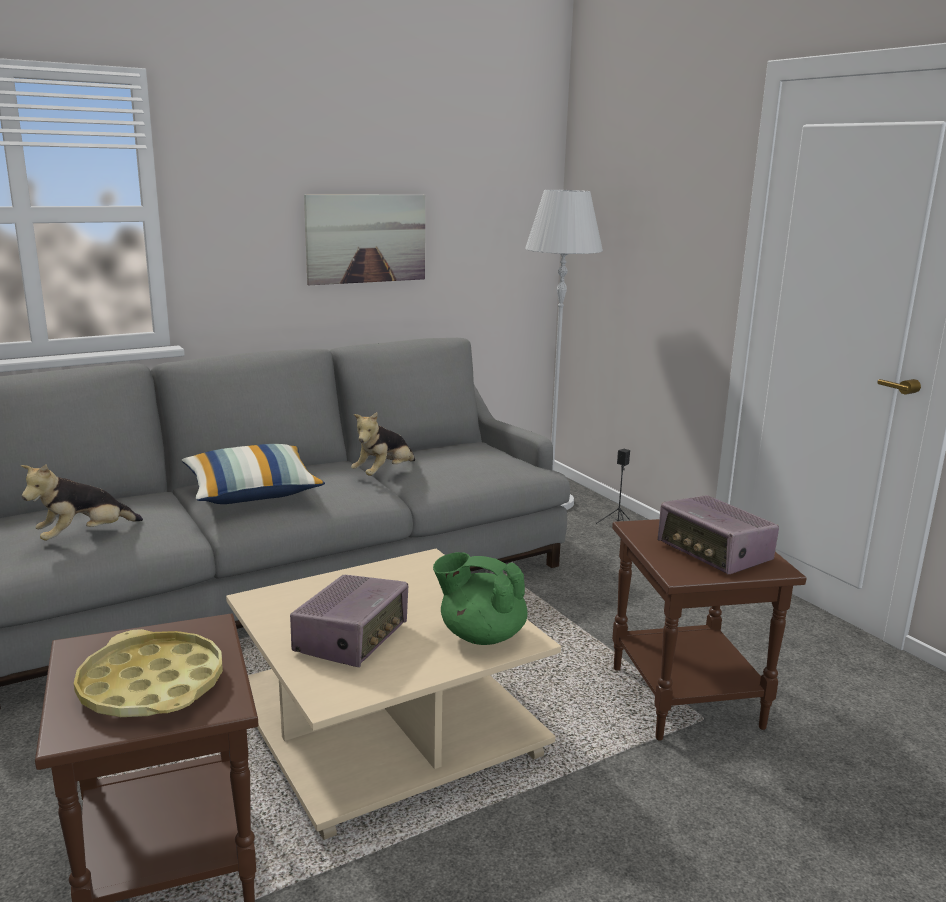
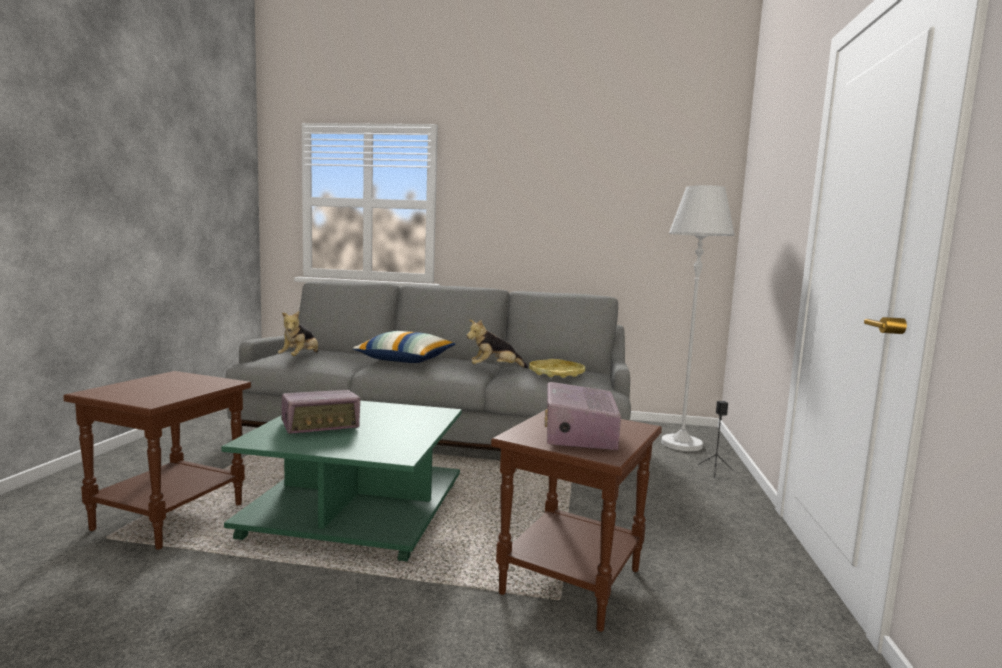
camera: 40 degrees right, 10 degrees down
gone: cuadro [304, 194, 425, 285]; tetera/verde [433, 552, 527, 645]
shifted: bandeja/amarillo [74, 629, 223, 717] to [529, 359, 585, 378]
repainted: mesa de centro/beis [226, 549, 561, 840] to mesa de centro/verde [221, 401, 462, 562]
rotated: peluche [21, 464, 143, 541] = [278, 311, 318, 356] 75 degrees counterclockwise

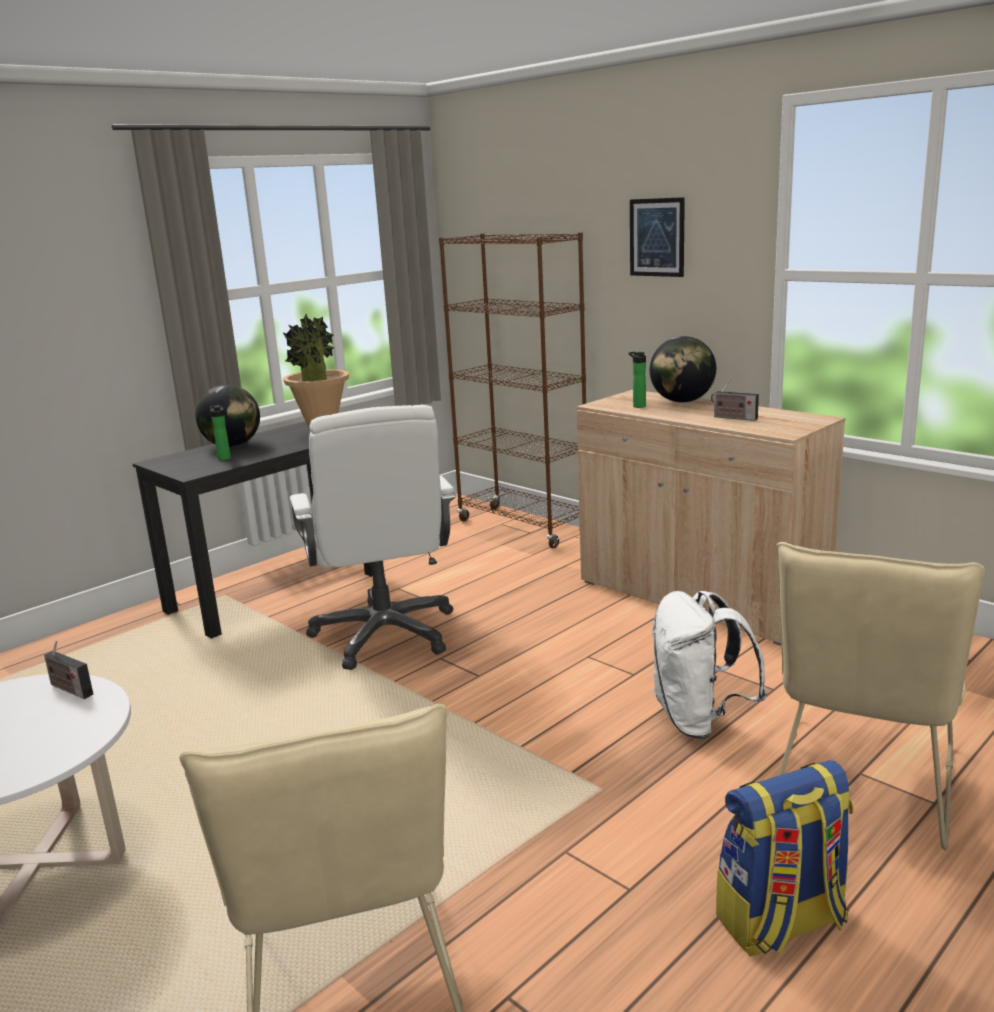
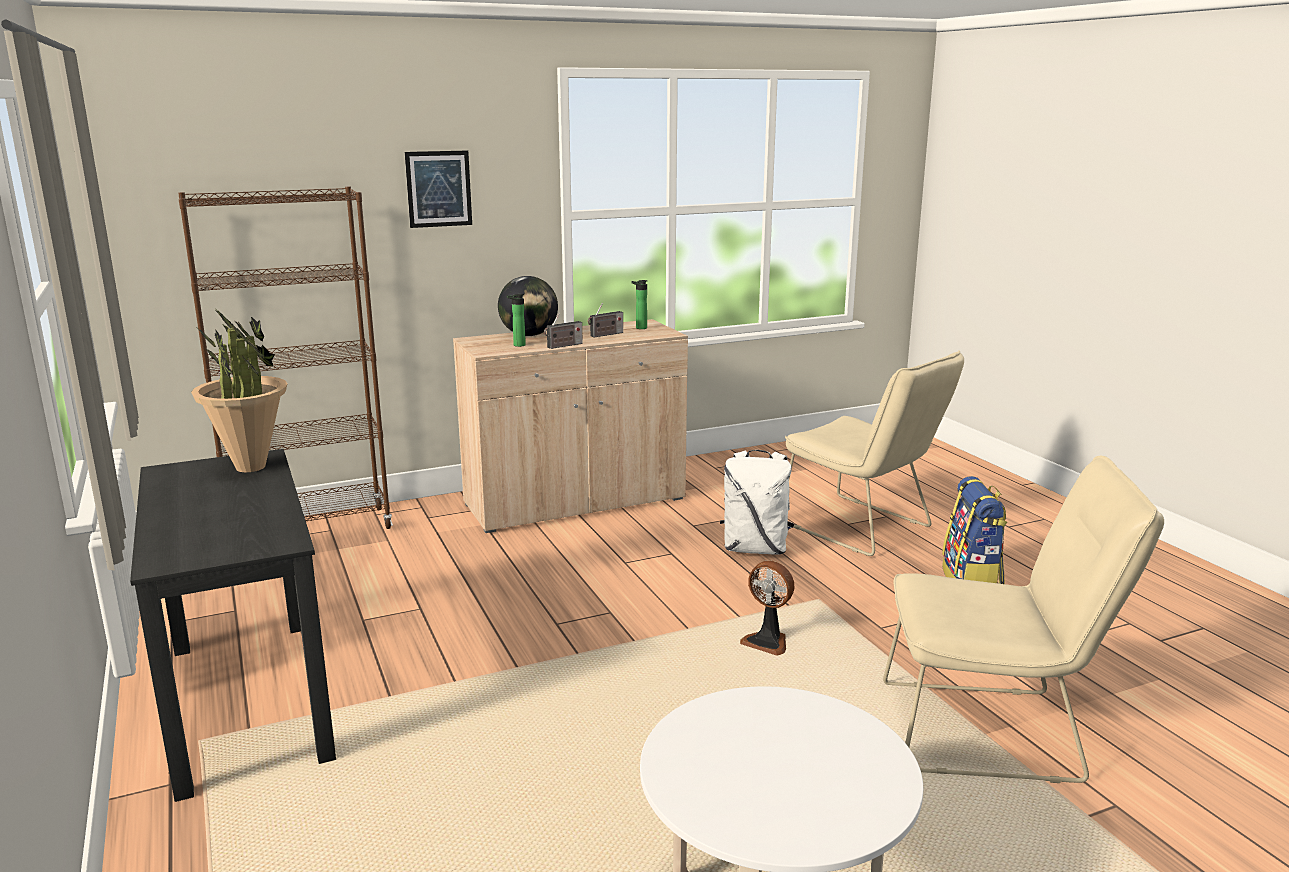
camera: 70 degrees left, 0 degrees up
gone: globo terráqueo [195, 385, 260, 447]; silla de oficina/blanco [290, 405, 456, 670]
new: ventilador [740, 561, 795, 656]
shifted: radio [44, 640, 93, 699] to [544, 313, 583, 349]; botella [210, 405, 231, 460] to [631, 280, 647, 329]

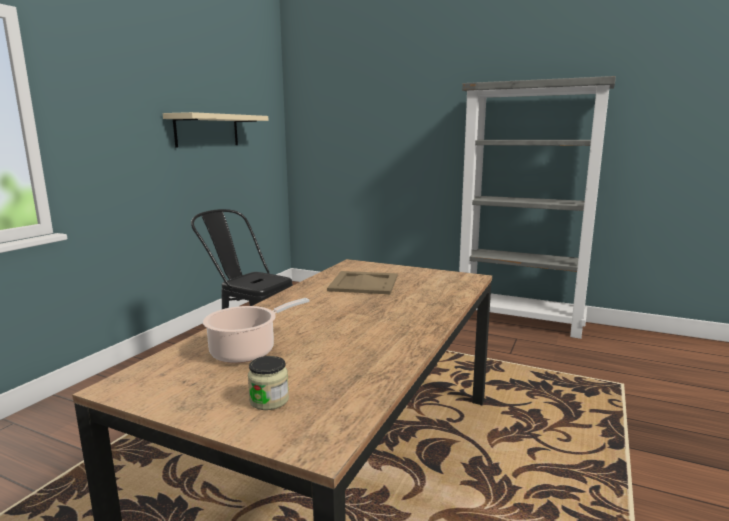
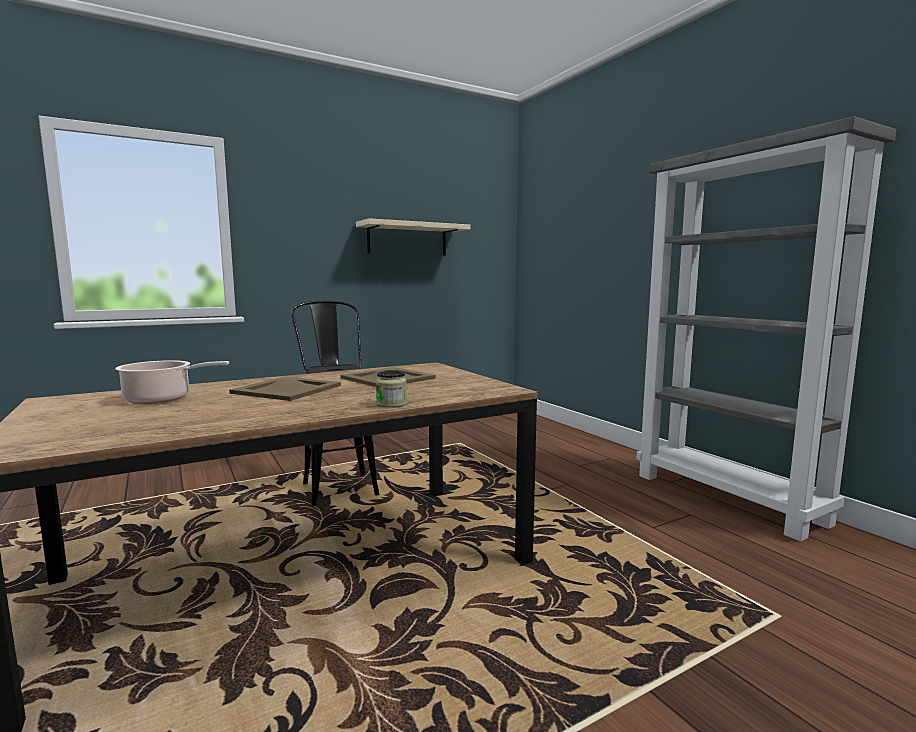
camera: 35 degrees right, 5 degrees down
new: bandeja/beis [229, 377, 341, 401]
shifted: tarro [248, 356, 289, 410] to [376, 370, 407, 408]

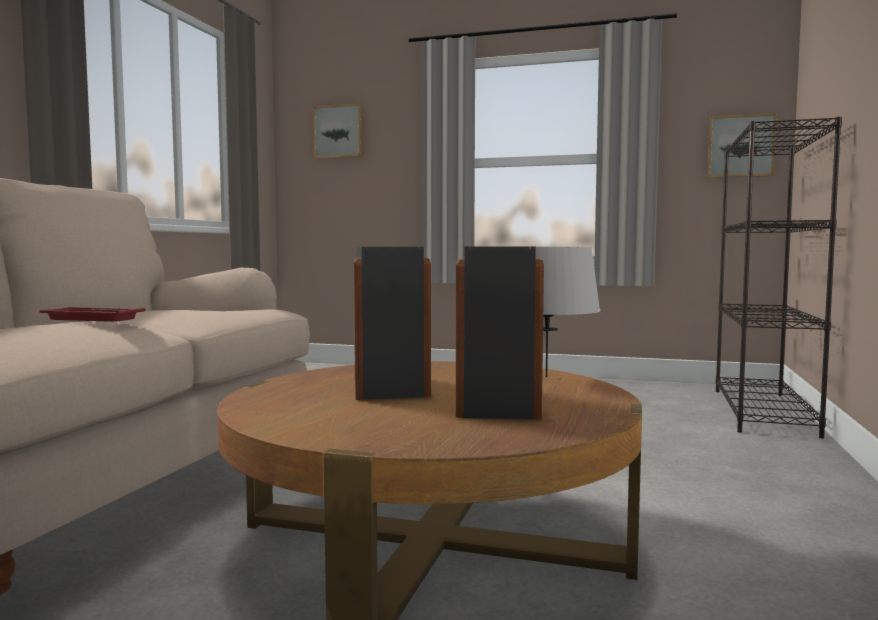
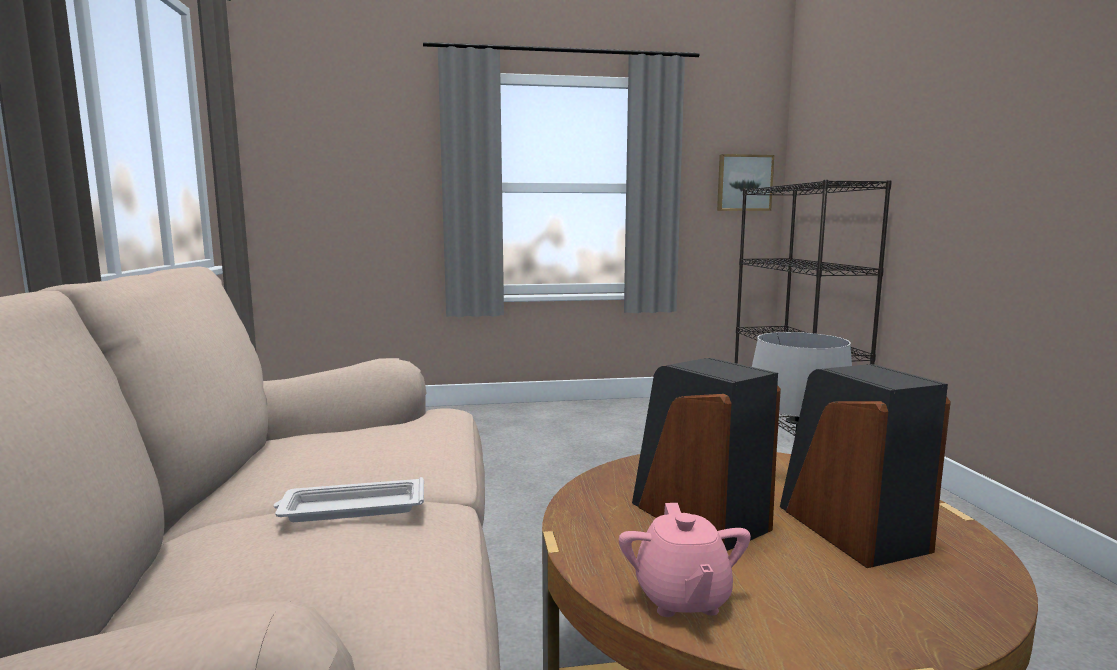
camera: 25 degrees left, 5 degrees up
gone: cuadro [313, 103, 363, 159]
new: tetera/rosa [619, 503, 751, 617]
repainted: bandeja/rojo [39, 307, 145, 322] to bandeja/blanco [273, 477, 424, 522]

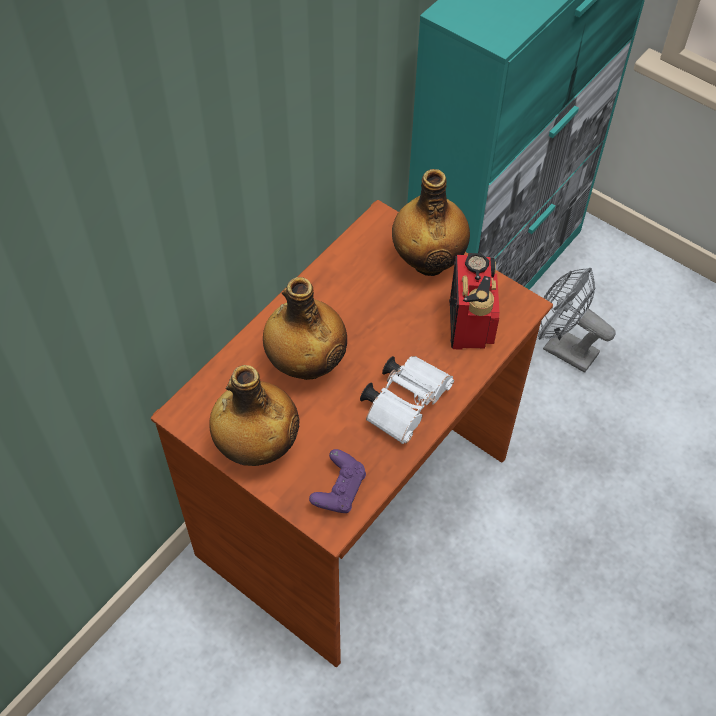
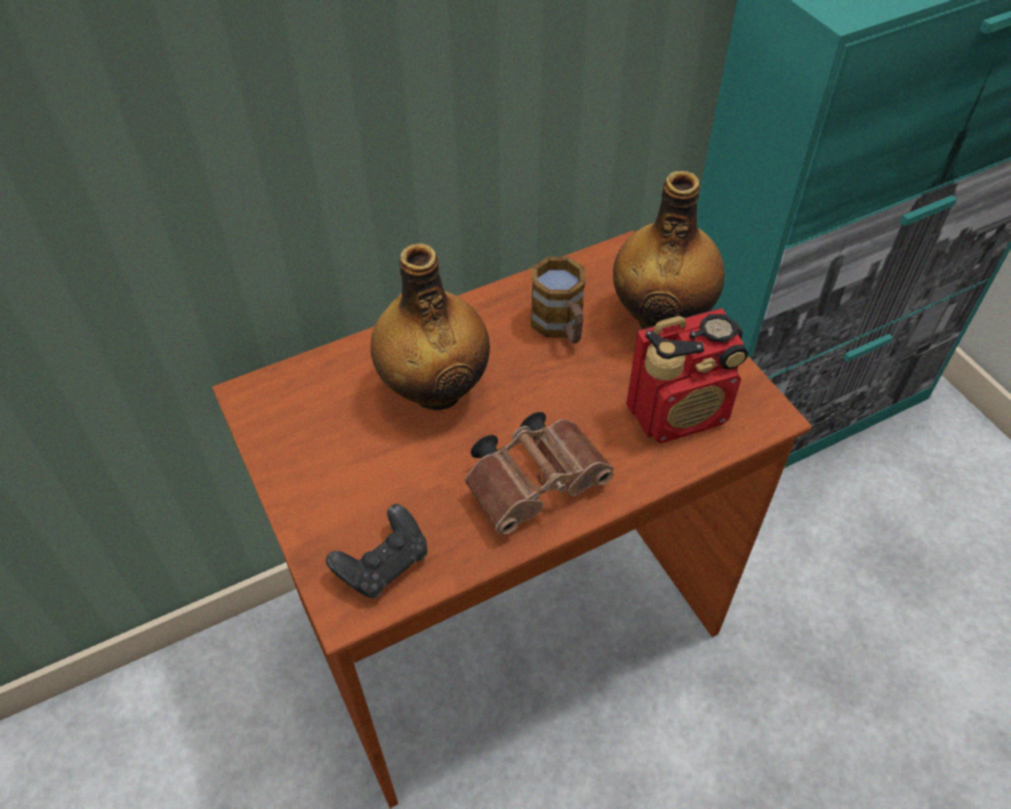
camera: 25 degrees right, 5 degrees down
gone: botella [209, 365, 300, 466]; ventilador/gris [538, 268, 615, 373]
new: taza grande [531, 257, 585, 344]
repainted: mando de consola/morado [309, 449, 366, 513] to mando de consola/negro [326, 504, 428, 598]; prismáticos/blanco [360, 356, 454, 444] to prismáticos/marrón [465, 412, 614, 535]
rotated: radio [449, 253, 500, 349] = [626, 308, 748, 444] 45 degrees clockwise

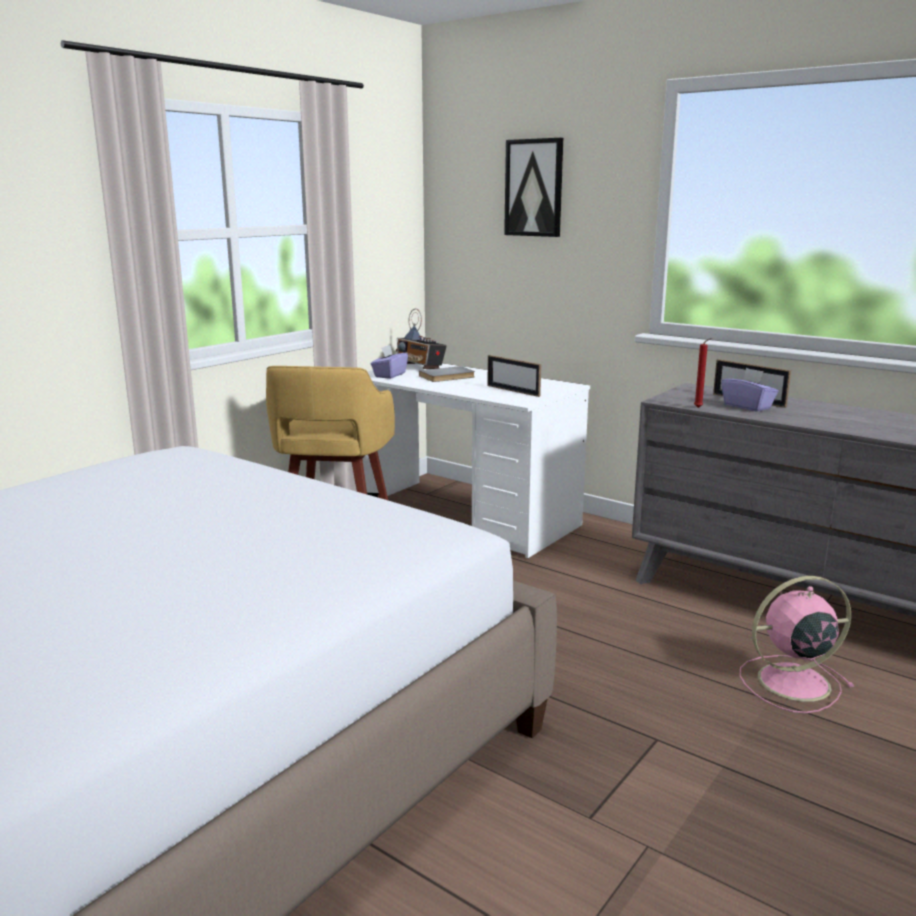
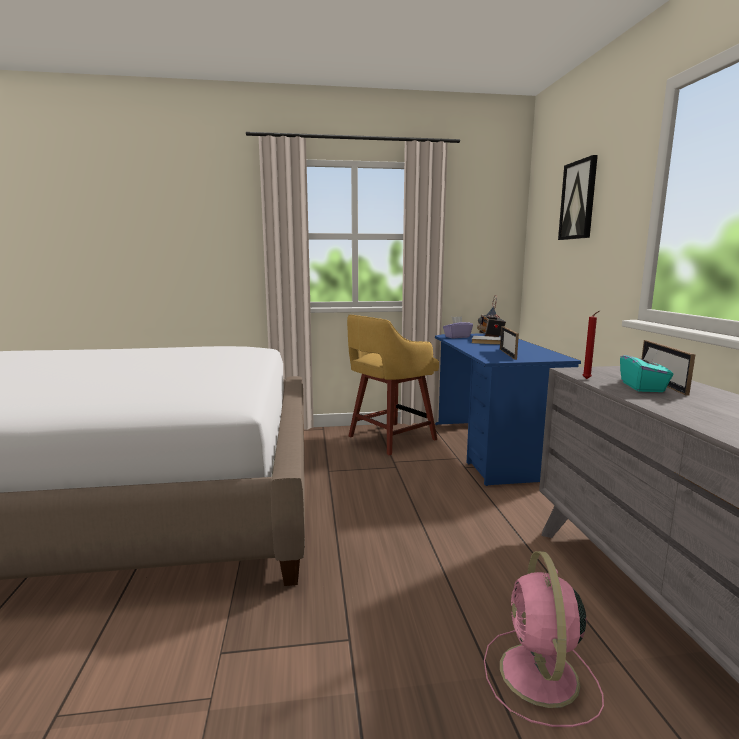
camera: 45 degrees right, 5 degrees down
repainted: escritorio/blanco [362, 363, 590, 559] to escritorio/azul [435, 333, 581, 486]; caja de pañuelos/morado [721, 368, 778, 412] to caja de pañuelos/turquesa [620, 347, 673, 392]
rotated: ventilador/rosa [740, 576, 854, 713] = [484, 551, 604, 727] 120 degrees counterclockwise

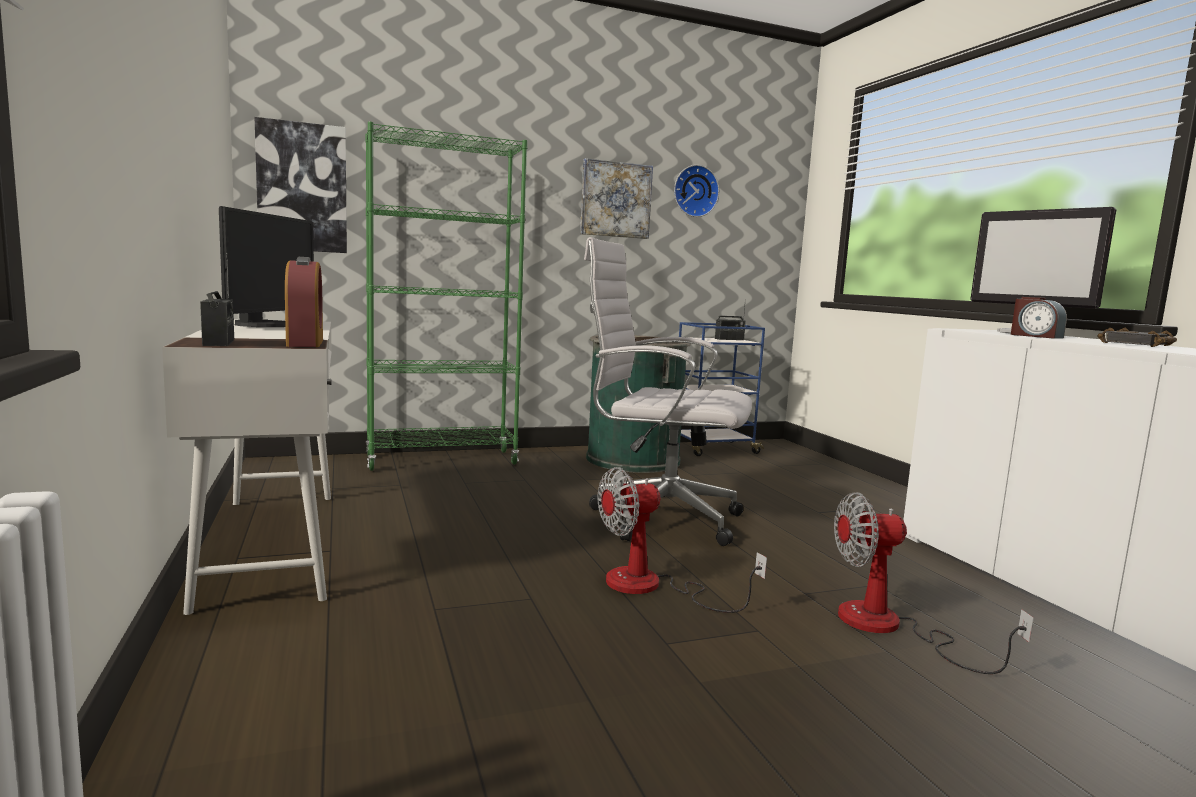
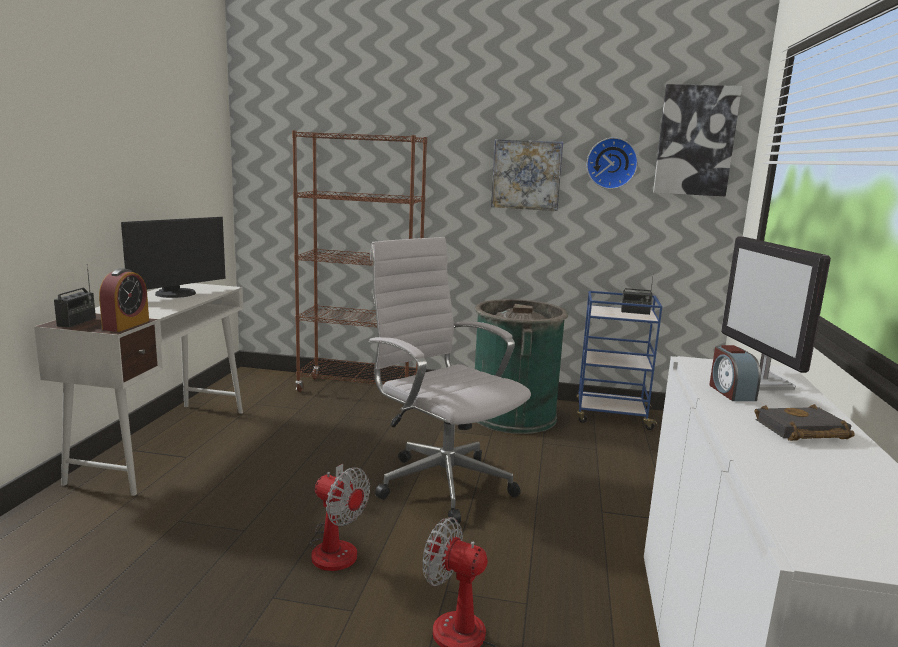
camera: 30 degrees right, 5 degrees up
shifted: cuadro [255, 117, 347, 253] to [653, 84, 742, 196]
repainted: estantería/verde [365, 121, 528, 471] to estantería/marrón [292, 130, 427, 392]
rotated: ventilador [597, 467, 767, 613] = [310, 464, 370, 571] 150 degrees counterclockwise

